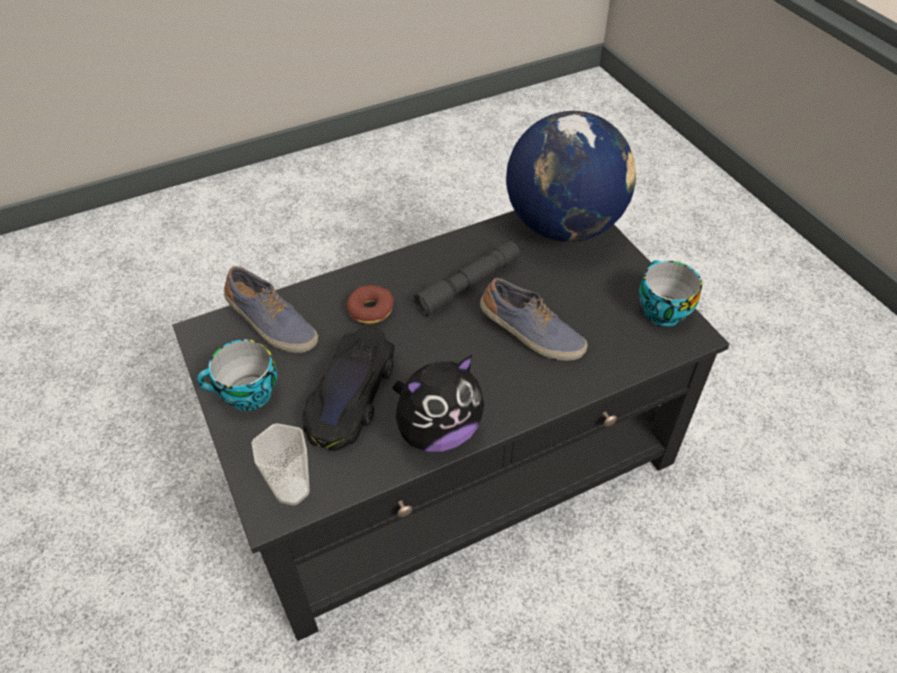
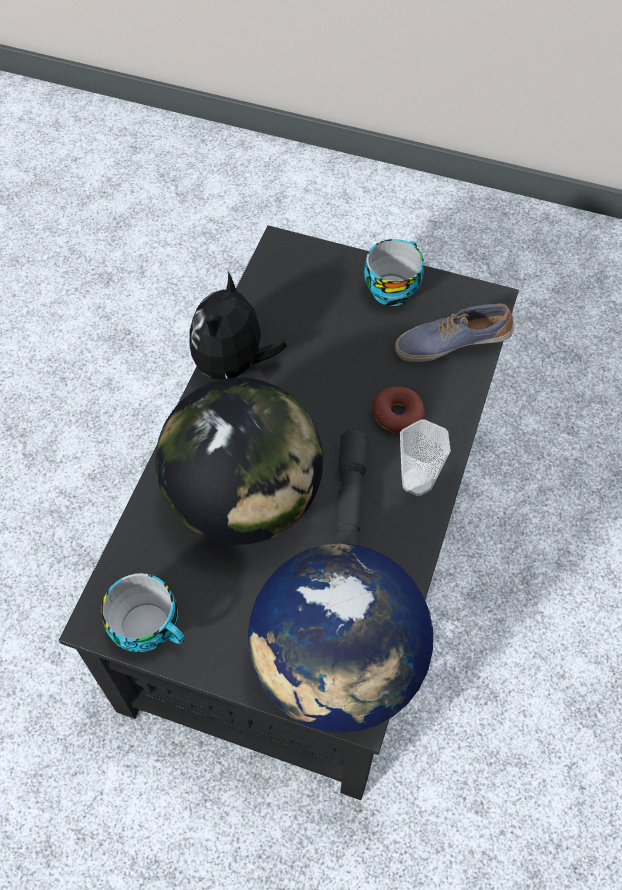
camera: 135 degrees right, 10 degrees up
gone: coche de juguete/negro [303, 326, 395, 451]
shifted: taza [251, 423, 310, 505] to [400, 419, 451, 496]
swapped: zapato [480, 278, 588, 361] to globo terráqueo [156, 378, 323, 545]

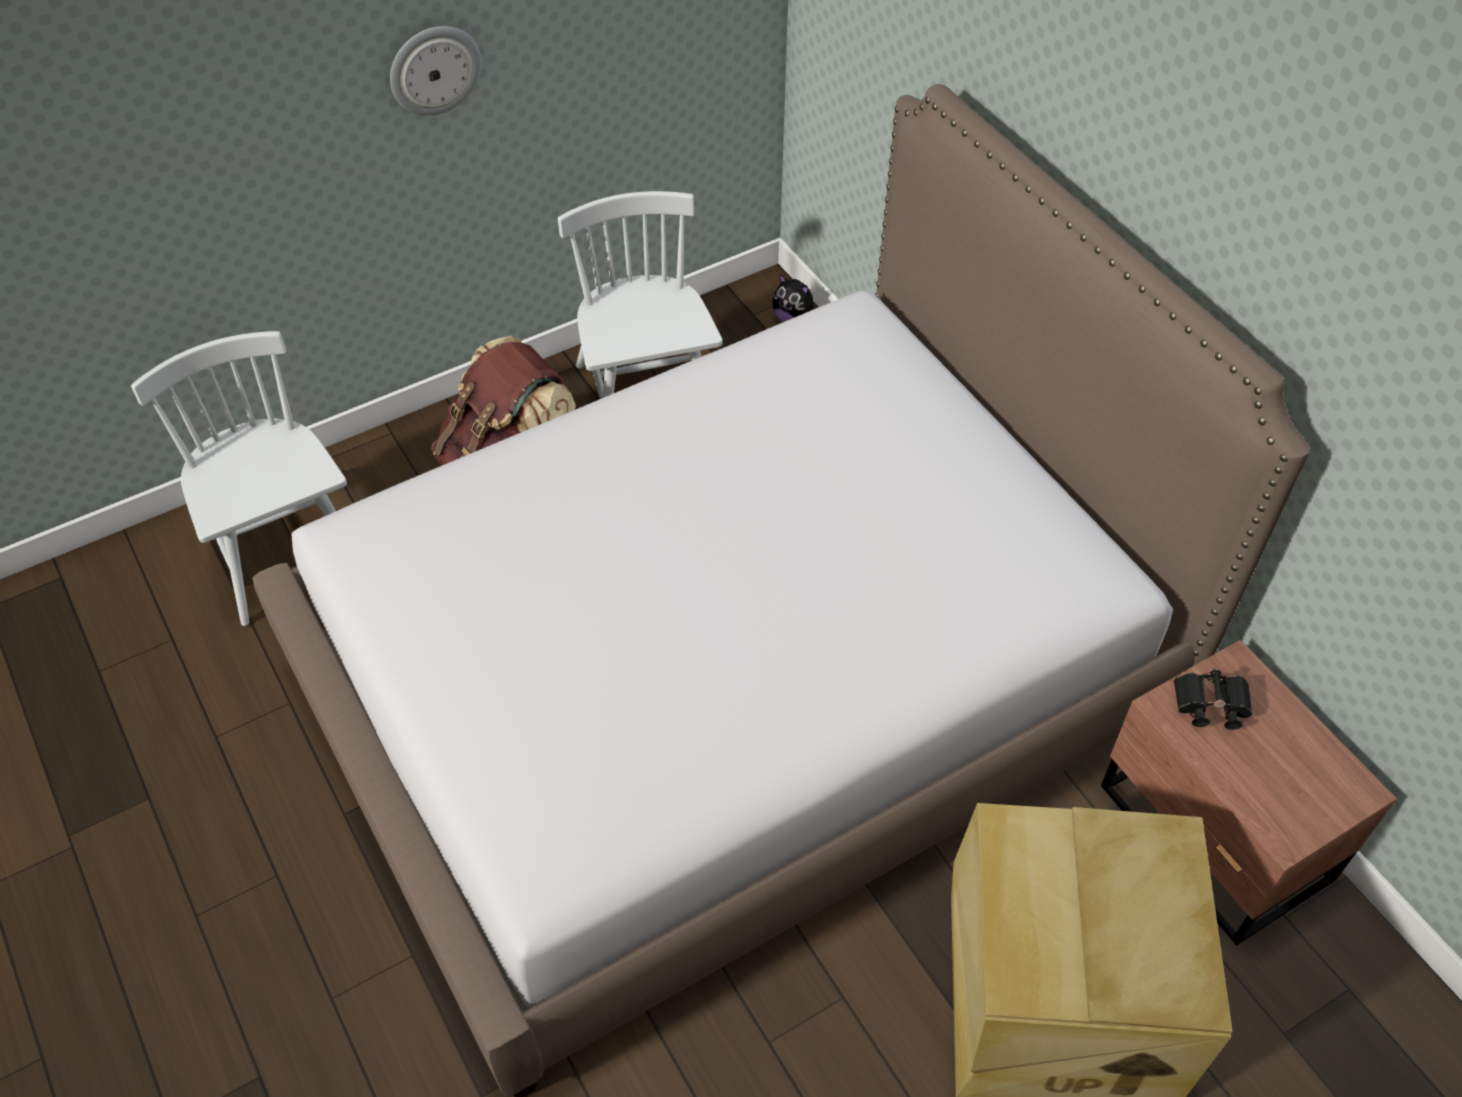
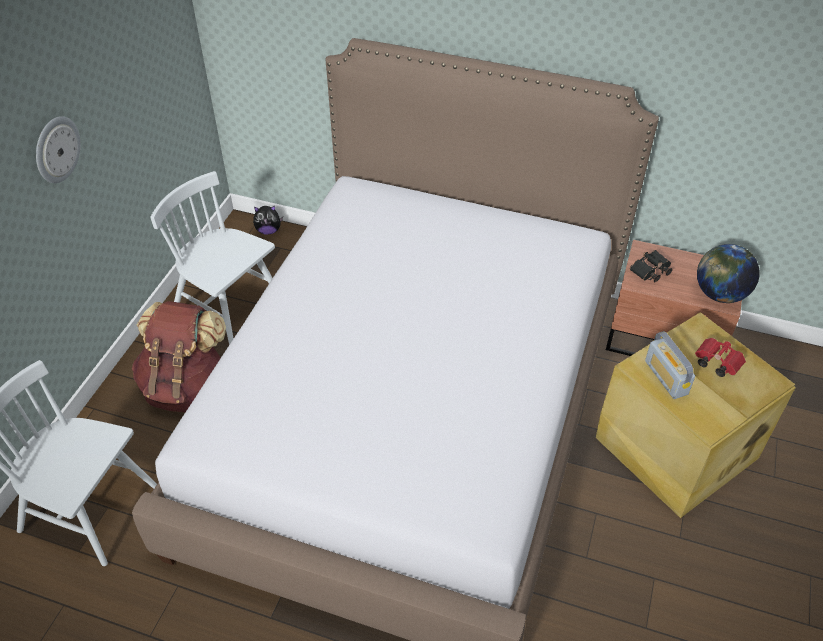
camera: 40 degrees left, 5 degrees down
new: radio [645, 331, 695, 399]; prismáticos/rojo [695, 338, 746, 377]; globo terráqueo [697, 244, 760, 303]

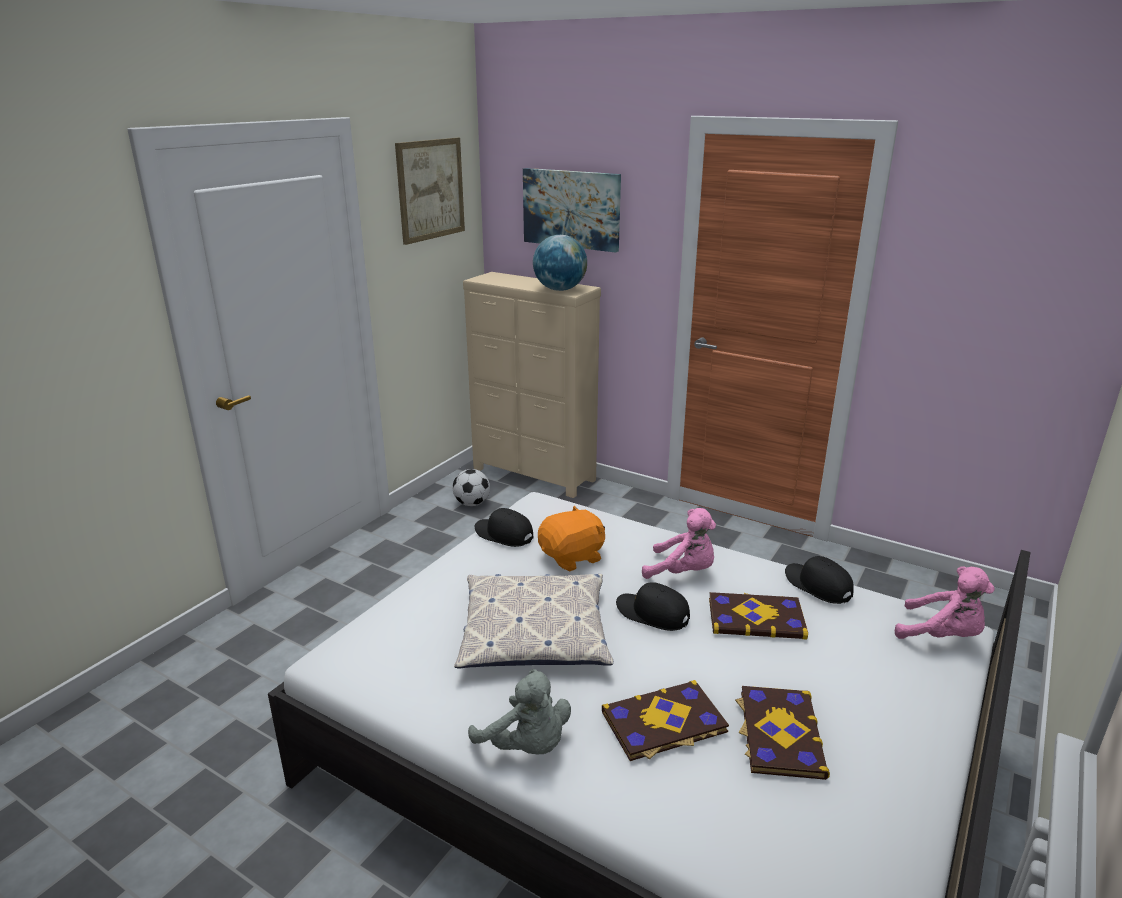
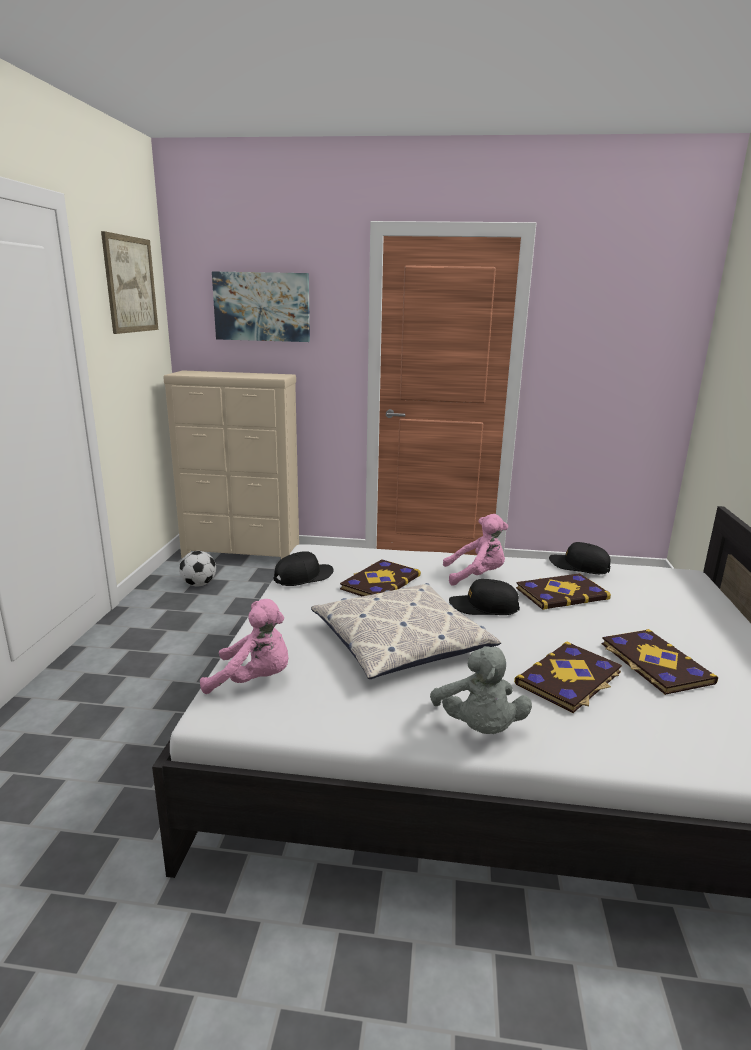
camera: 25 degrees left, 5 degrees down
gone: globo terráqueo [533, 235, 587, 291]
shifted: peluche/rosa [895, 566, 995, 639] to [200, 599, 289, 694]
swapped: peluche/naranja [538, 506, 605, 572] to libro [340, 559, 421, 596]
rotated: gorra/negro [475, 508, 534, 547] = [273, 551, 334, 586] 135 degrees clockwise; peluche/gris [468, 669, 571, 755] = [430, 646, 532, 734] 60 degrees clockwise

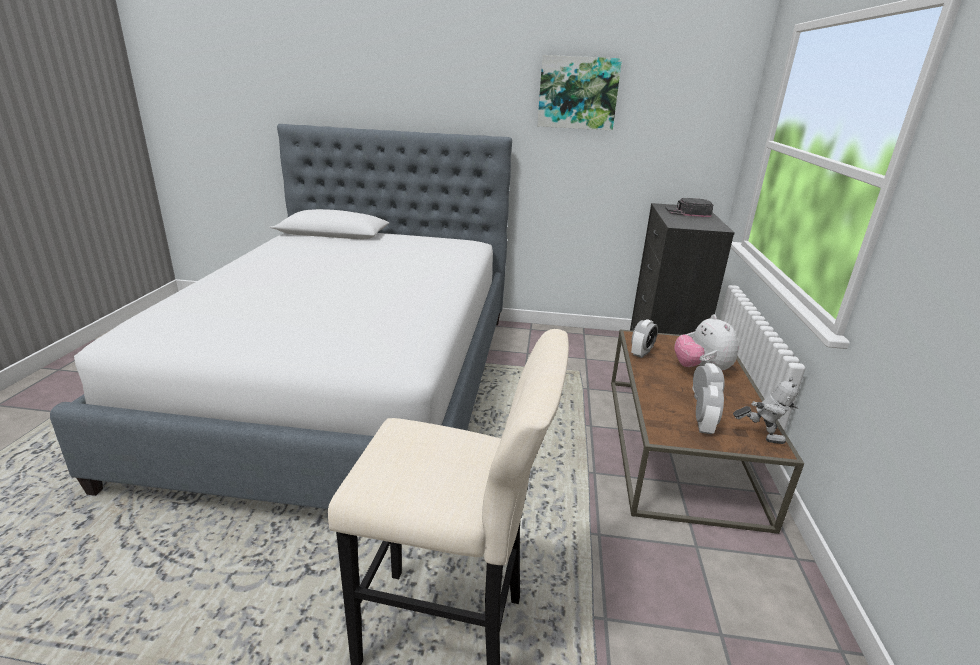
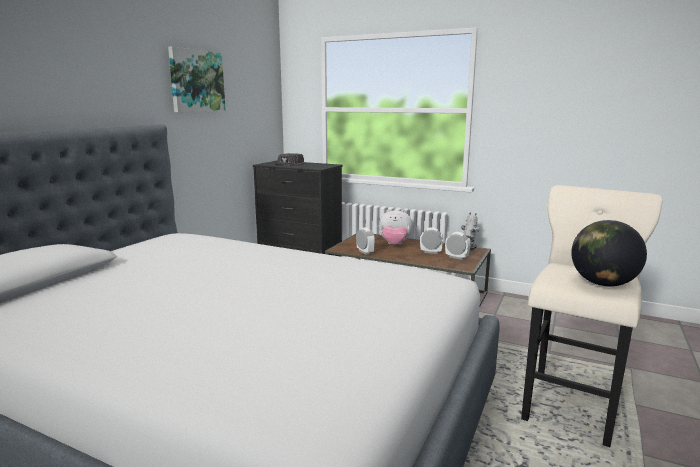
camera: 70 degrees left, 10 degrees down
new: globo terráqueo [571, 220, 647, 286]

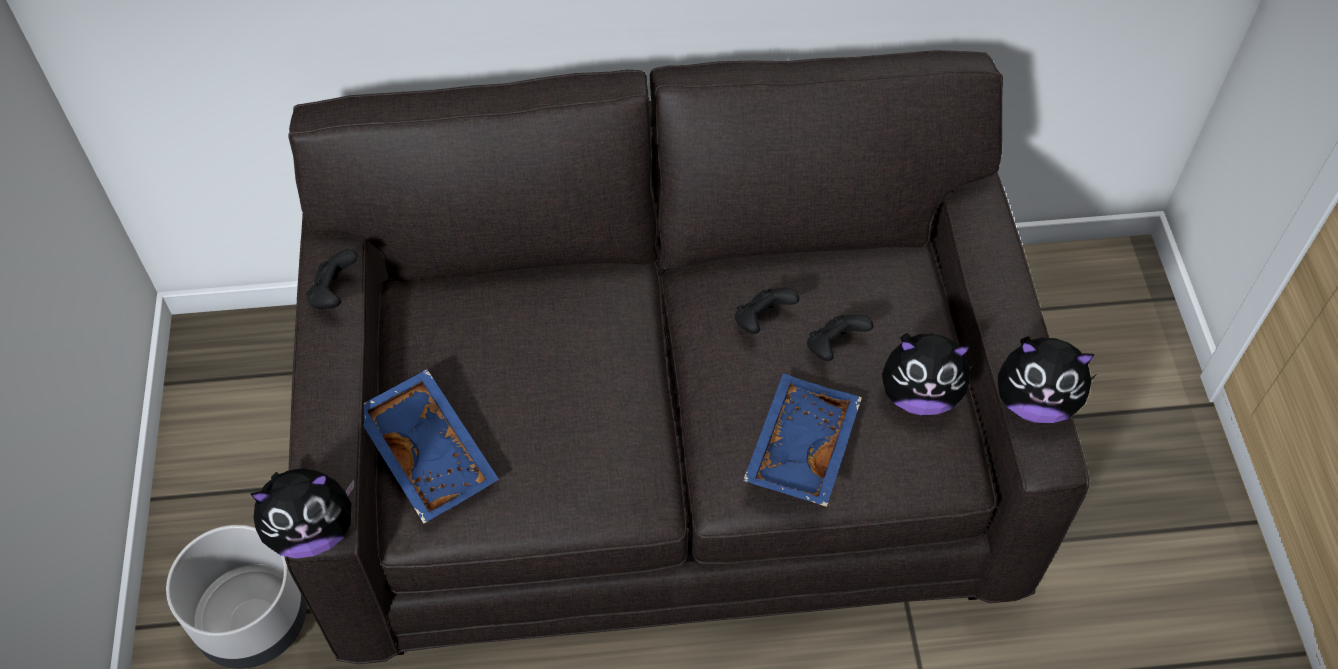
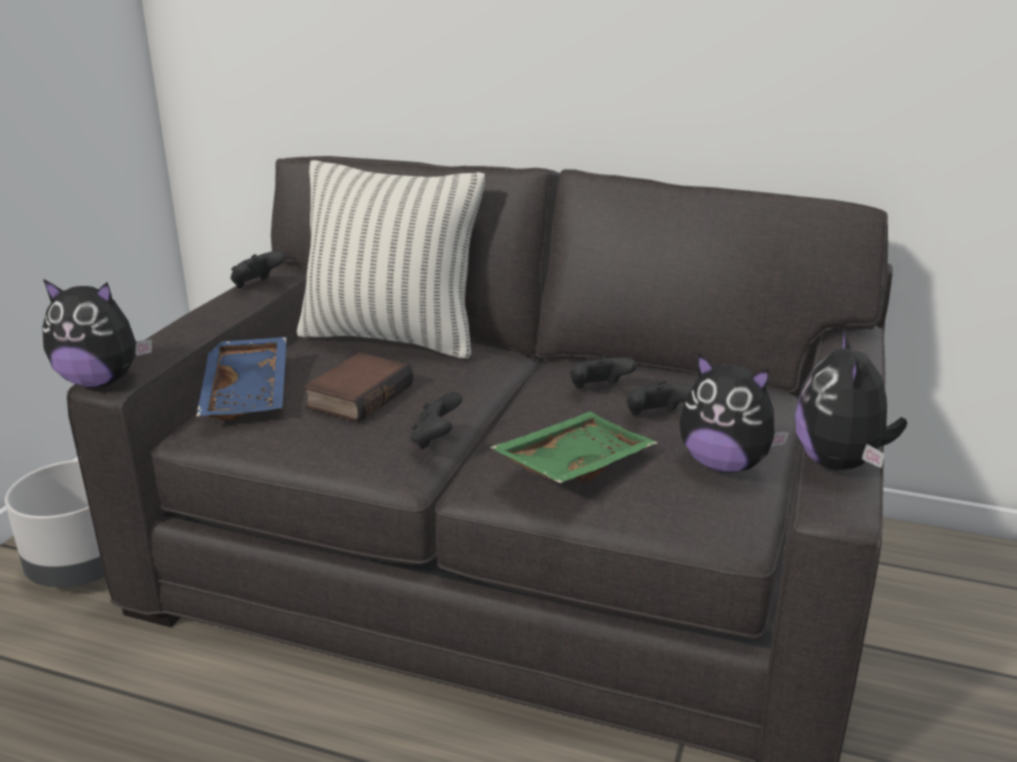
camera: 25 degrees right, 30 degrees down
new: cojín [297, 160, 485, 359]; libro [303, 352, 413, 422]; mando de consola/negro [411, 392, 462, 449]
repainted: bandeja/azul [743, 373, 862, 507] to bandeja/verde [490, 412, 657, 483]
rotated: peluche [998, 336, 1097, 423] = [795, 329, 907, 470] 60 degrees clockwise

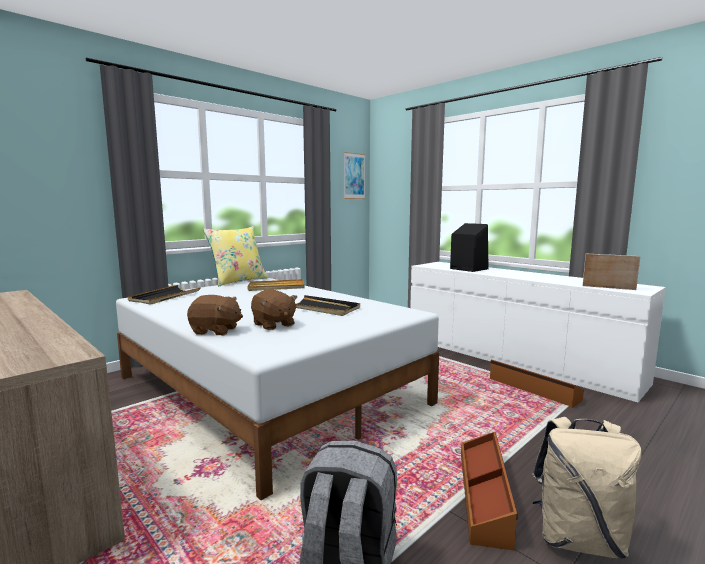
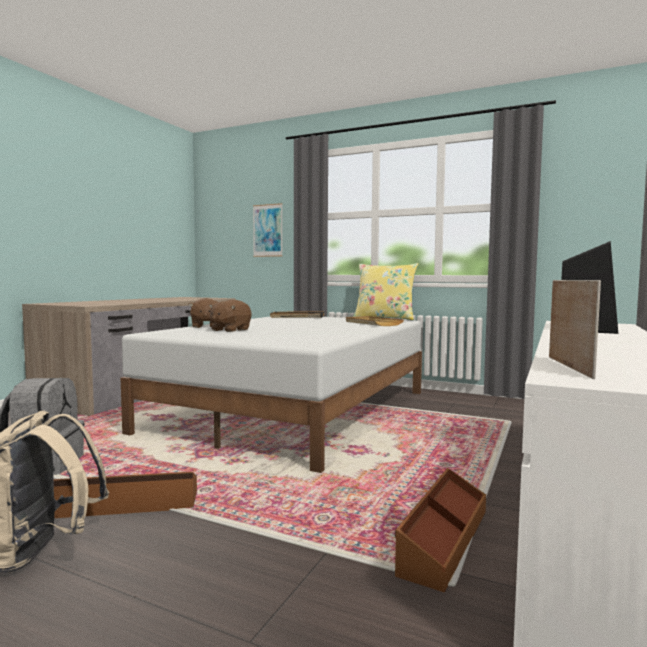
camera: 70 degrees right, 5 degrees down
gone: bandeja/negro [296, 295, 360, 316]
shifted: cuadro [344, 152, 366, 199] to [253, 203, 283, 257]

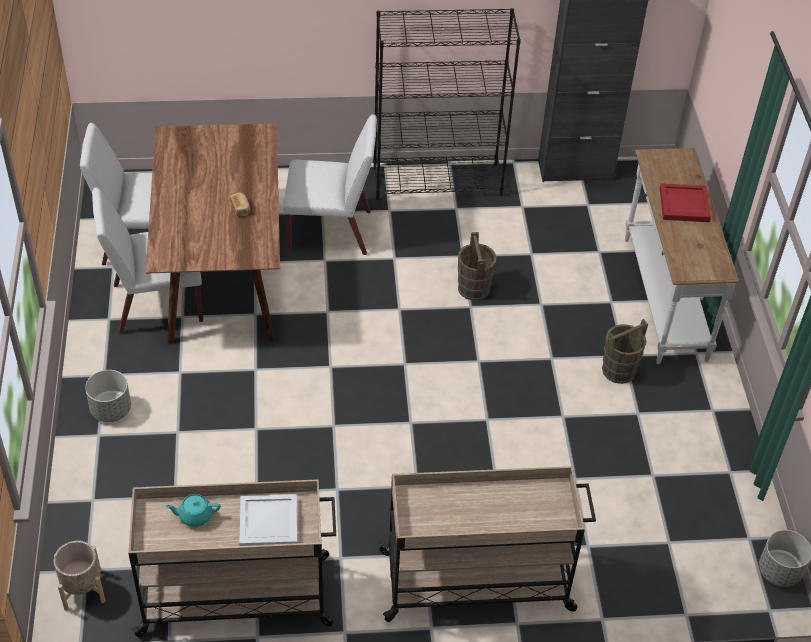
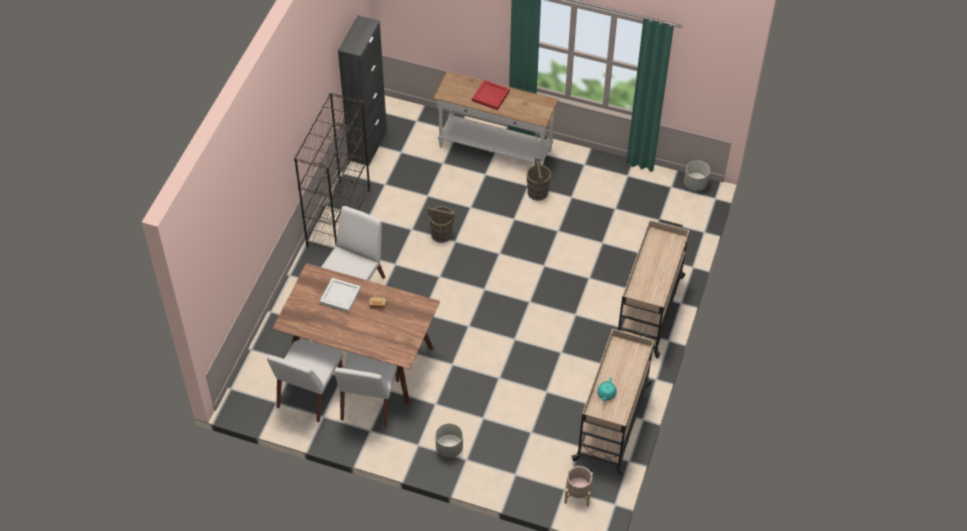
camera: 65 degrees left, 5 degrees up
shifted: bandeja/blanco [239, 494, 297, 546] to [320, 278, 361, 313]

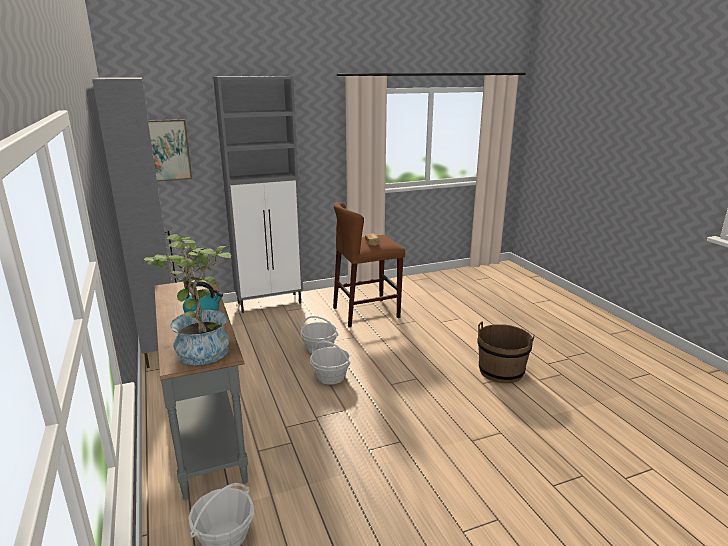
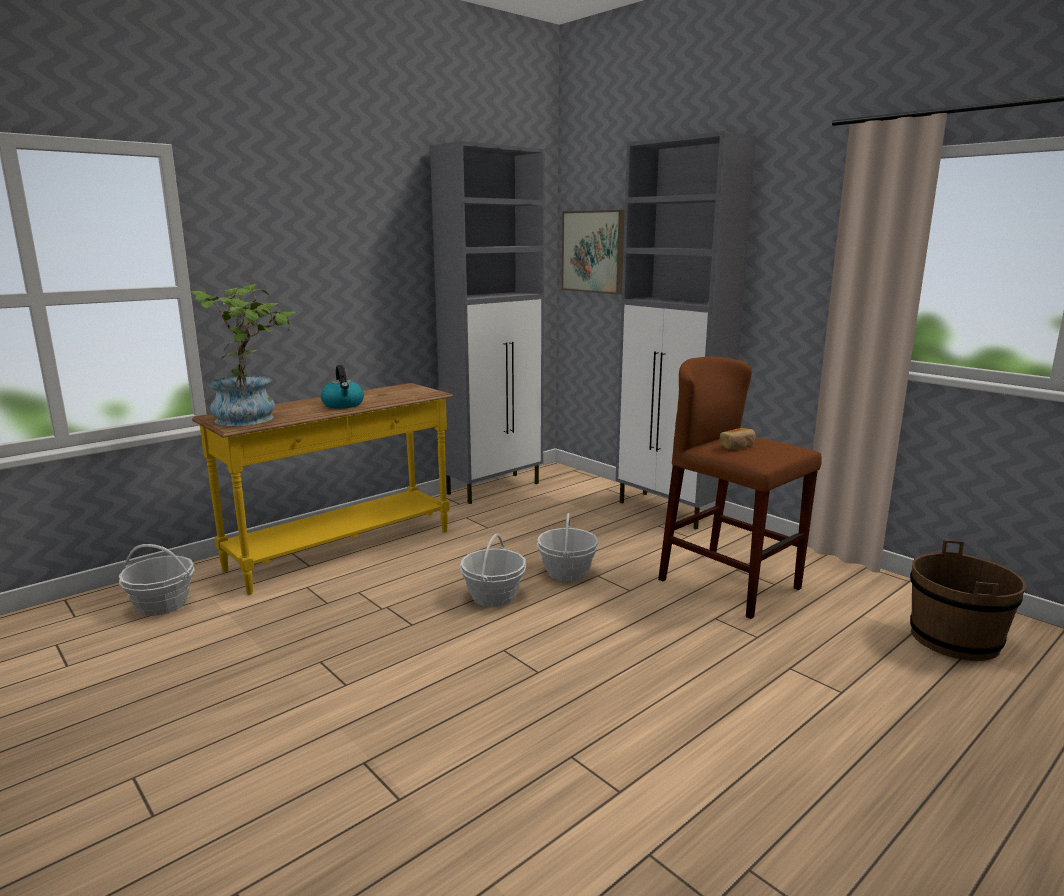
camera: 70 degrees right, 5 degrees down
shifted: cubo/marrón [477, 321, 535, 383] to [910, 540, 1026, 661]
repainted: mesa consola/gris [154, 279, 248, 500] to mesa consola/amarillo [192, 383, 454, 595]

